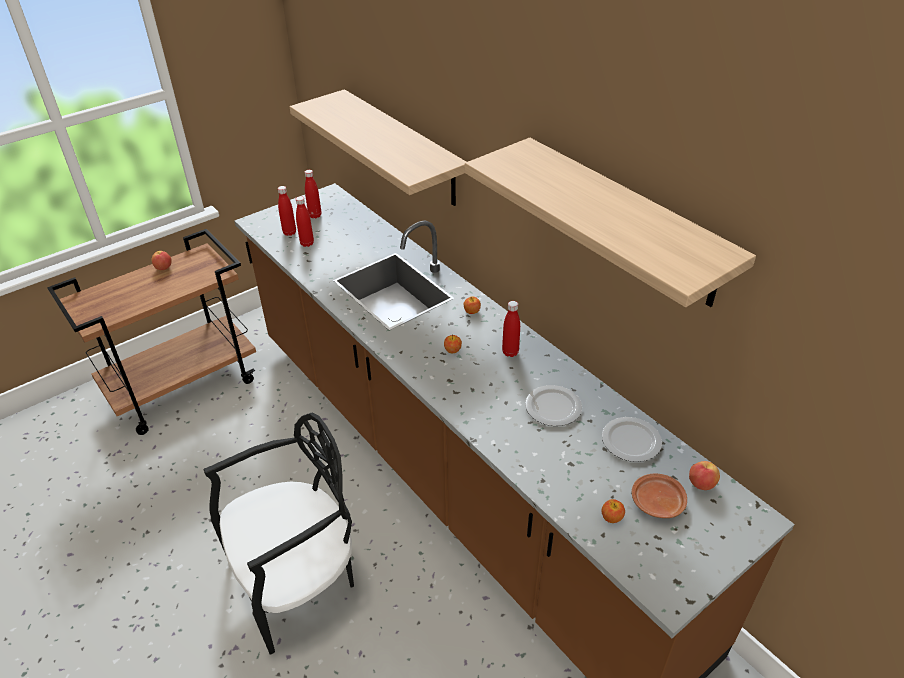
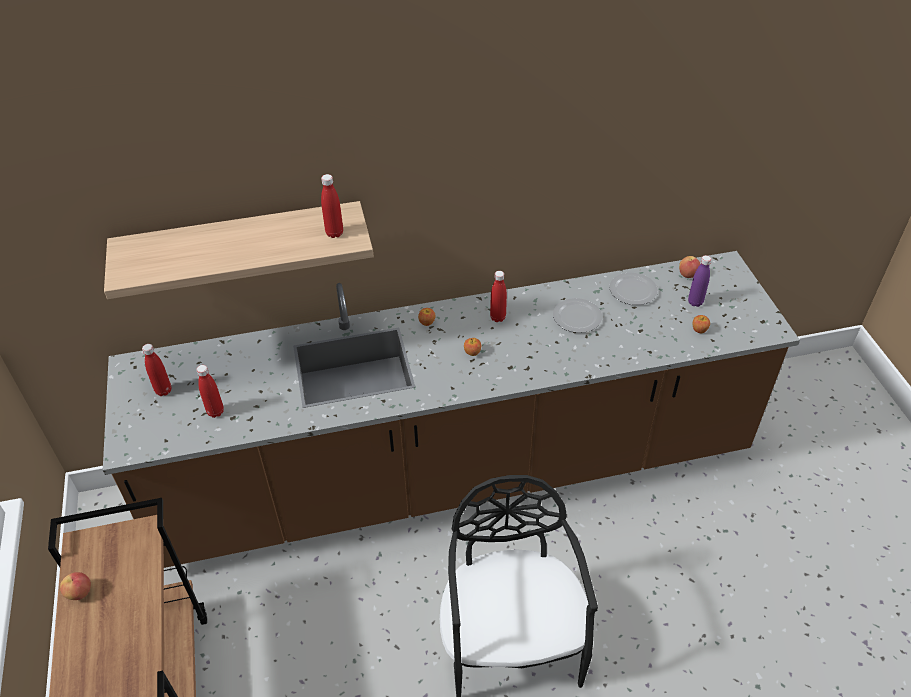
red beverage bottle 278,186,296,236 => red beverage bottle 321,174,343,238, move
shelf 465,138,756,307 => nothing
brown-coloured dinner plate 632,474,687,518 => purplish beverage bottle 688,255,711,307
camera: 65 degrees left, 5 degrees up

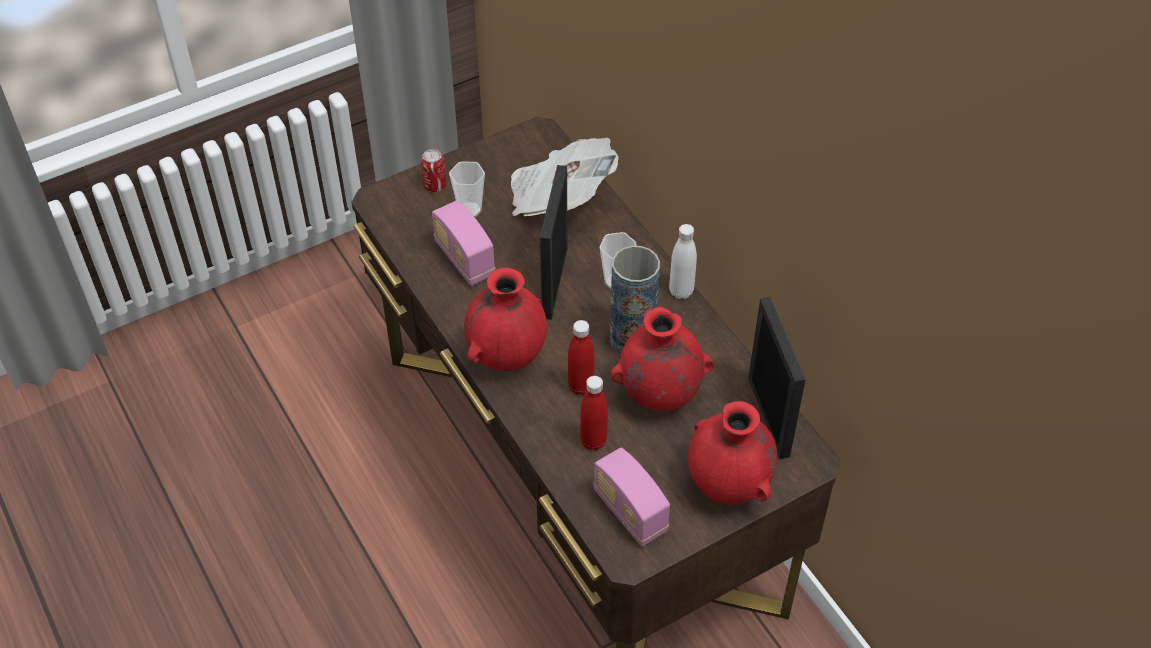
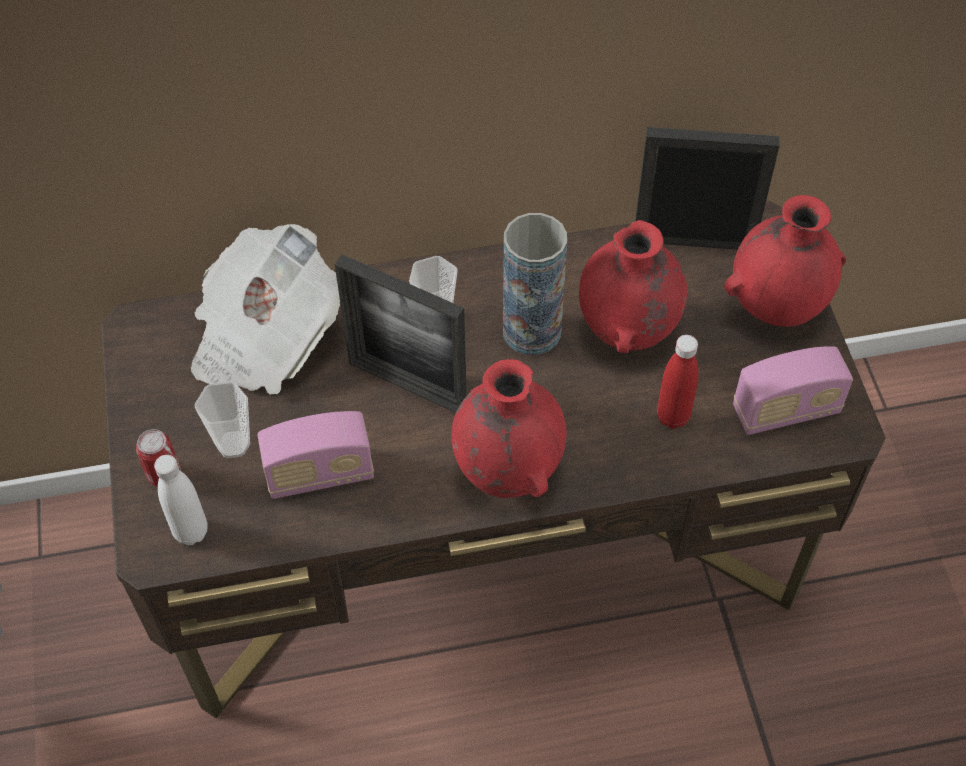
red beverage bottle 568,320,594,395 => nothing
white beverage bottle 669,224,697,299 => white beverage bottle 154,455,208,545, move
camera: 70 degrees left, 5 degrees up

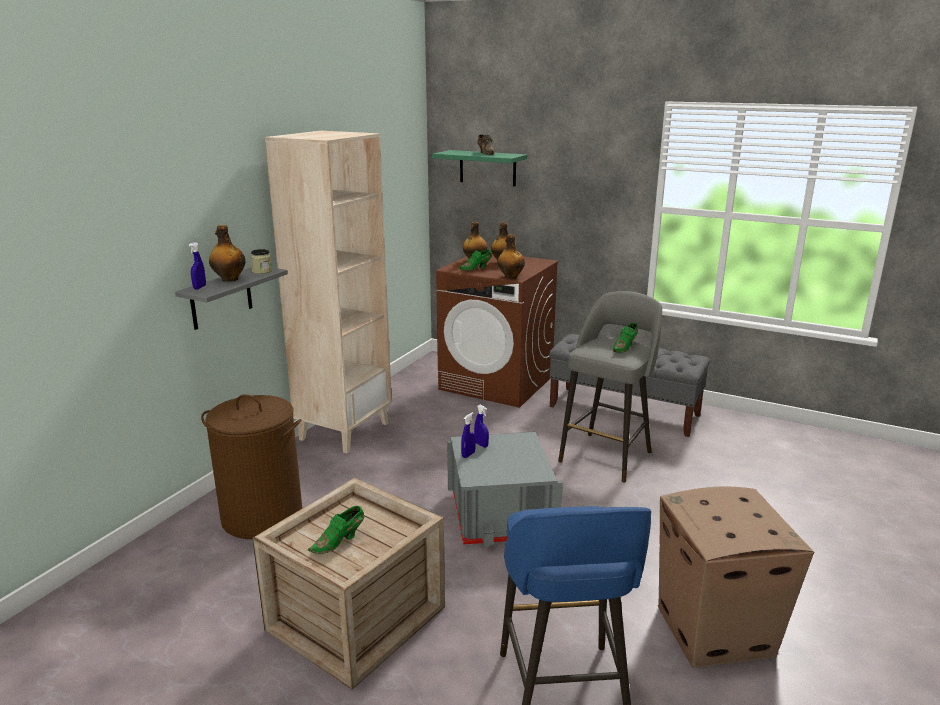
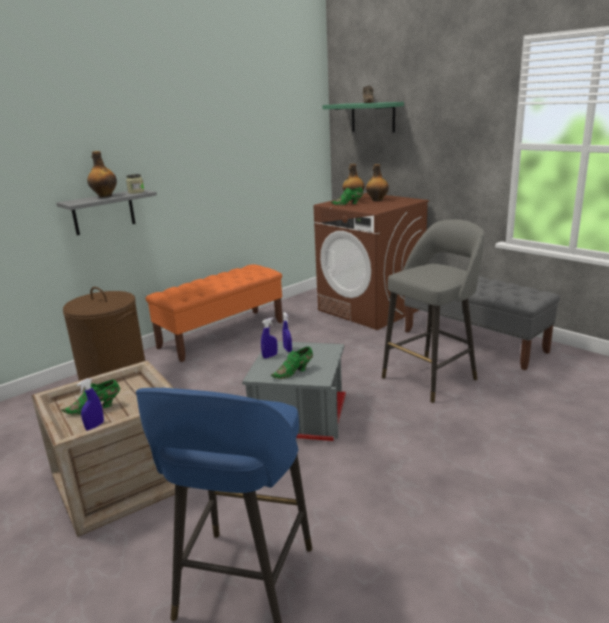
blue-coloured sprayer 189,242,206,290 => blue-coloured sprayer 77,378,104,431, move
sand-coloured bookcase 265,131,392,453 => orange-coloured bench 146,264,283,362
beverage bottle 497,234,525,279 => nothing
greenish shoe 613,323,638,353 => greenish shoe 271,347,313,379, move
carton 658,487,814,668 => nothing
camera: 20 degrees right, 0 degrees up

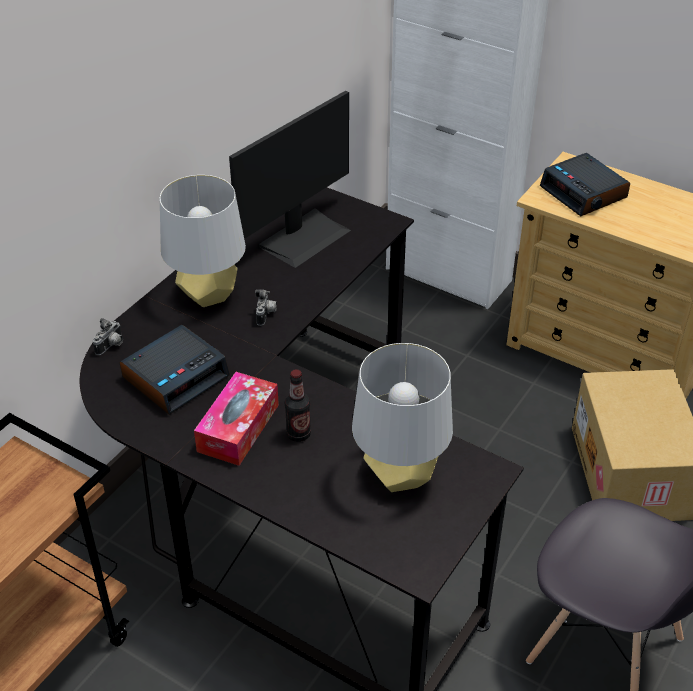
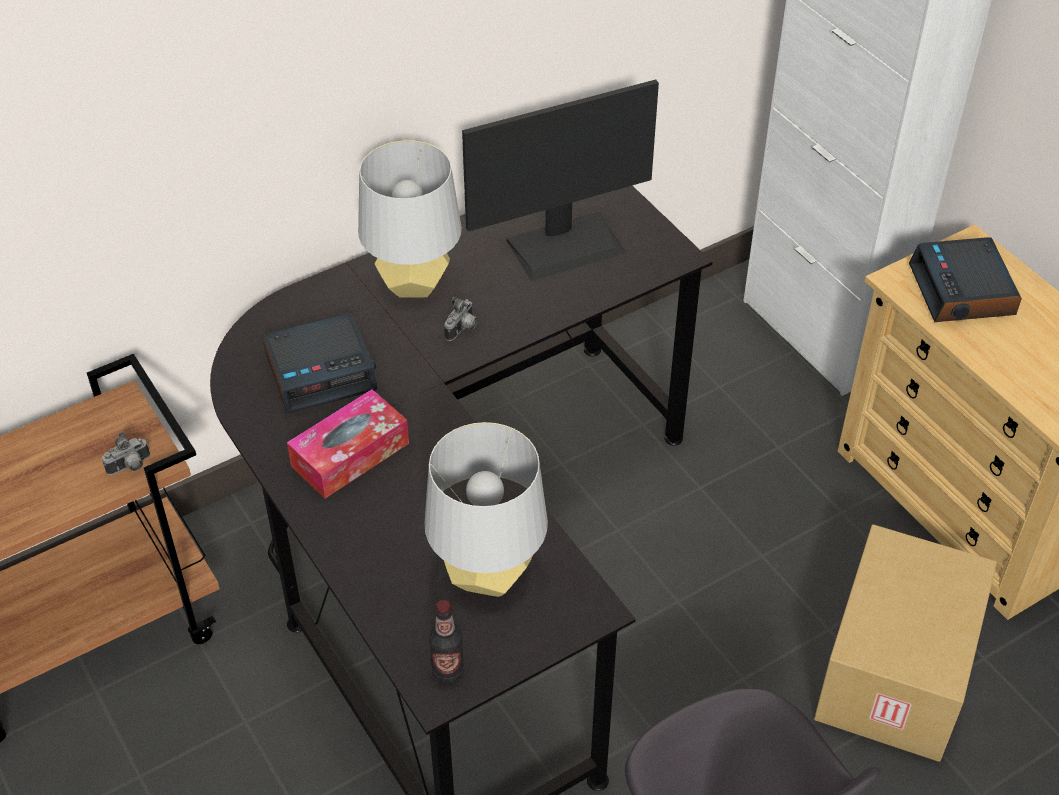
still camera 93,318,123,355 => still camera 102,432,150,475, move
beverage bottle 285,369,311,442 => beverage bottle 429,600,464,683, move
camera: 25 degrees right, 5 degrees up

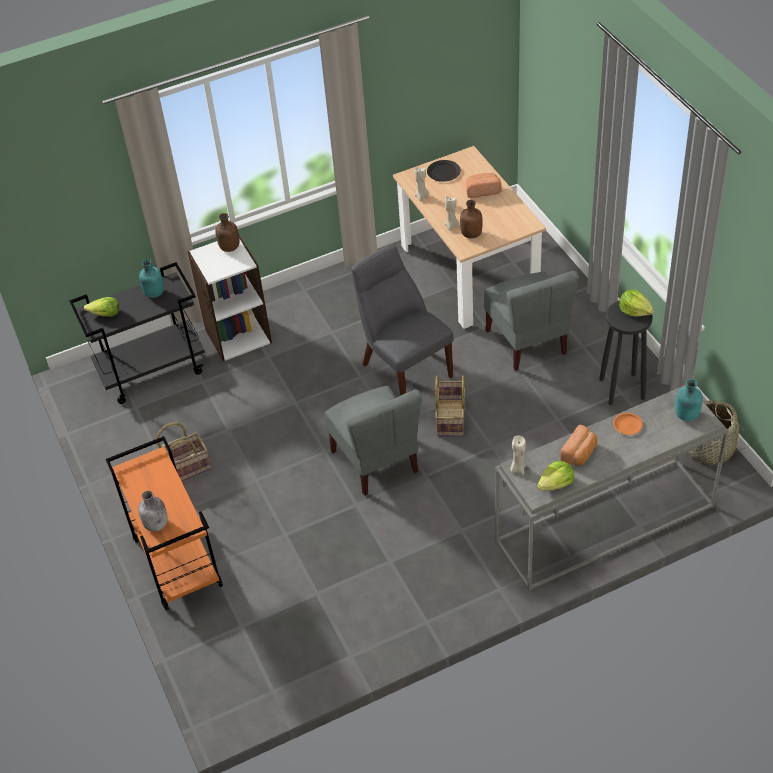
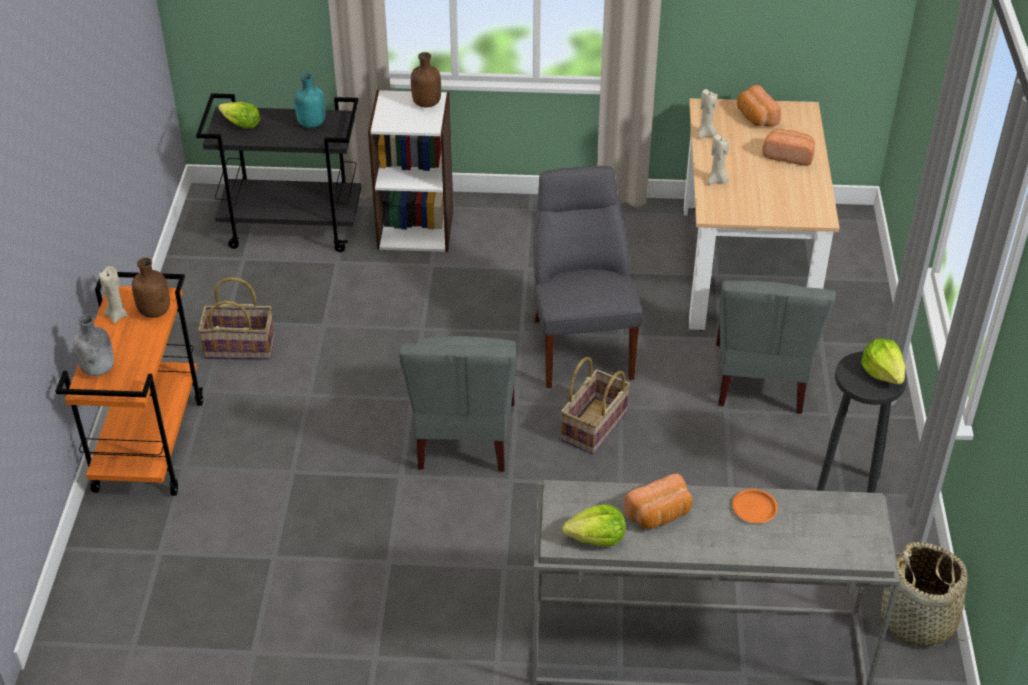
black dinner plate 427,160,461,182 => baked bread 737,85,781,127
brown-coloured beverage bottle 460,200,483,239 => brown-coloured beverage bottle 132,258,170,318, move
sand-coloured candle 510,435,526,475 => sand-coloured candle 99,266,128,324, move
turquoise beverage bottle 675,379,703,421 => nothing
camera: 25 degrees right, 5 degrees down

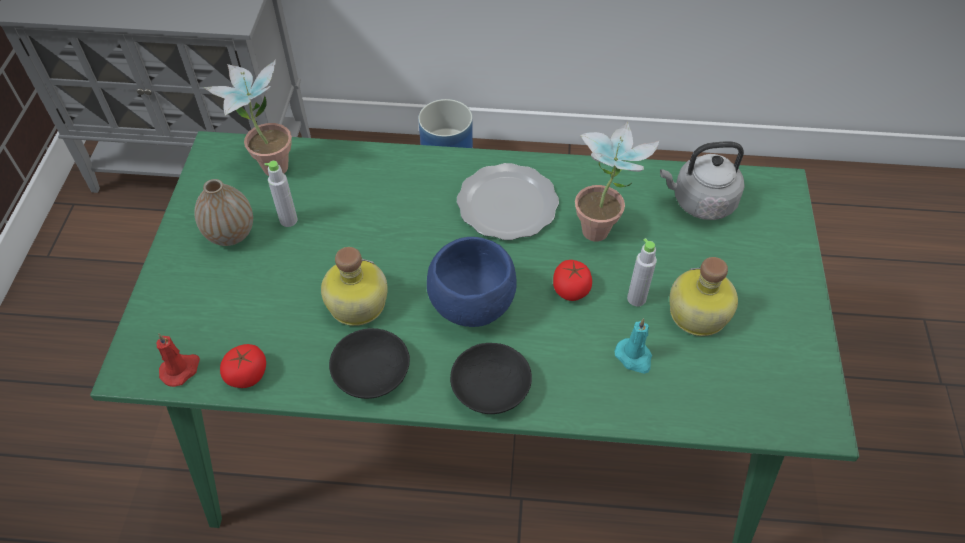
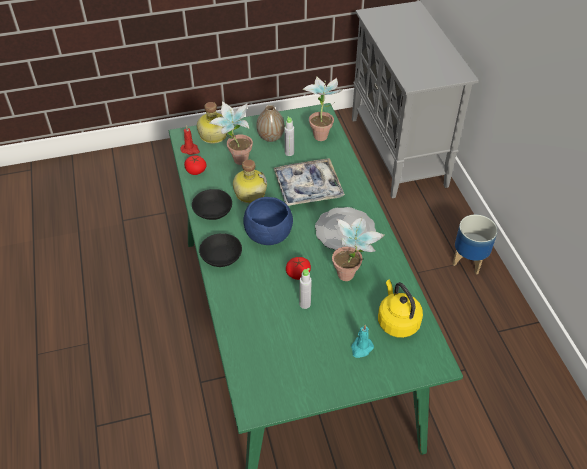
turquoise candle 614,318,652,374 => turquoise candle 351,324,374,358, move
gray kettle 660,141,744,220 => yellow kettle 378,280,423,338
beverage bottle 670,257,738,336 => beverage bottle 197,102,227,144, move
nothing => houseplant 210,102,253,165
nothing => tray 274,158,345,206
camera: 70 degrees right, 5 degrees down

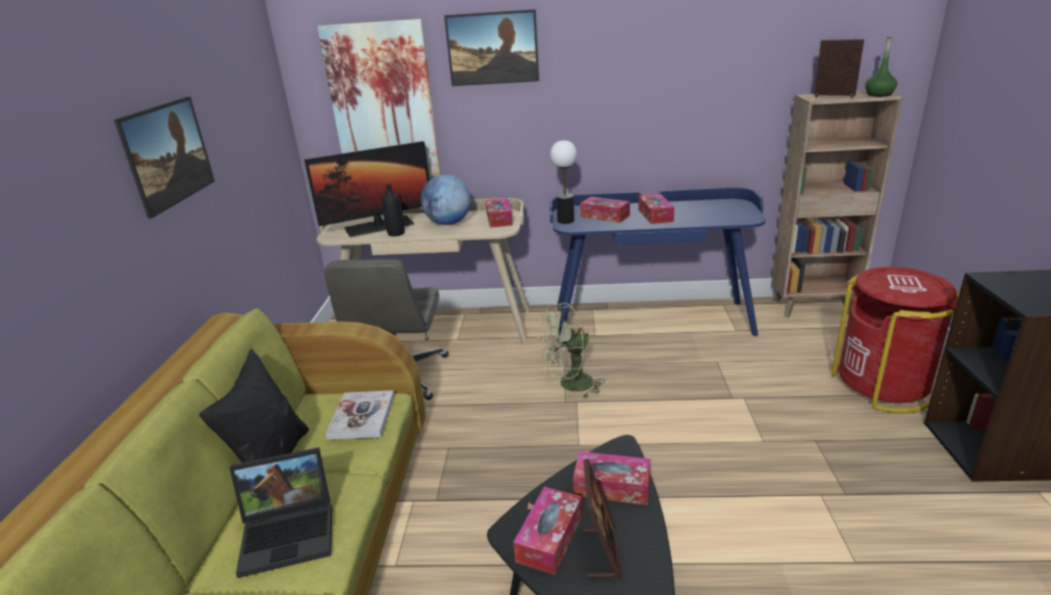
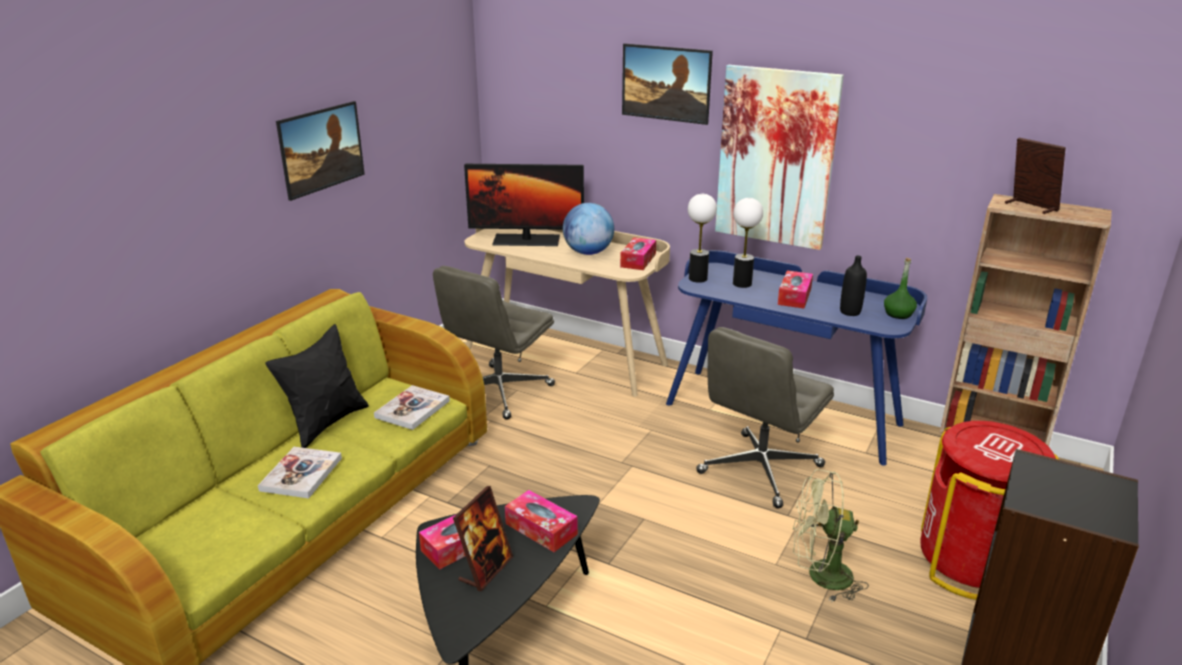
laptop 230,447,332,578 => volume 258,447,342,499
picture 317,19,441,177 => picture 715,65,844,250, move
black beverage bottle 382,184,405,236 => black beverage bottle 840,255,867,316, move
greenish cooling fan 538,303,605,398 => greenish cooling fan 793,469,869,602, move
tissue holder 580,197,630,223 => tabletop lamp 733,198,763,288
greenish beverage bottle 865,37,898,97 => greenish beverage bottle 884,258,917,319, move
nothing => gray desk chair 696,327,834,509
camera: 25 degrees right, 0 degrees up

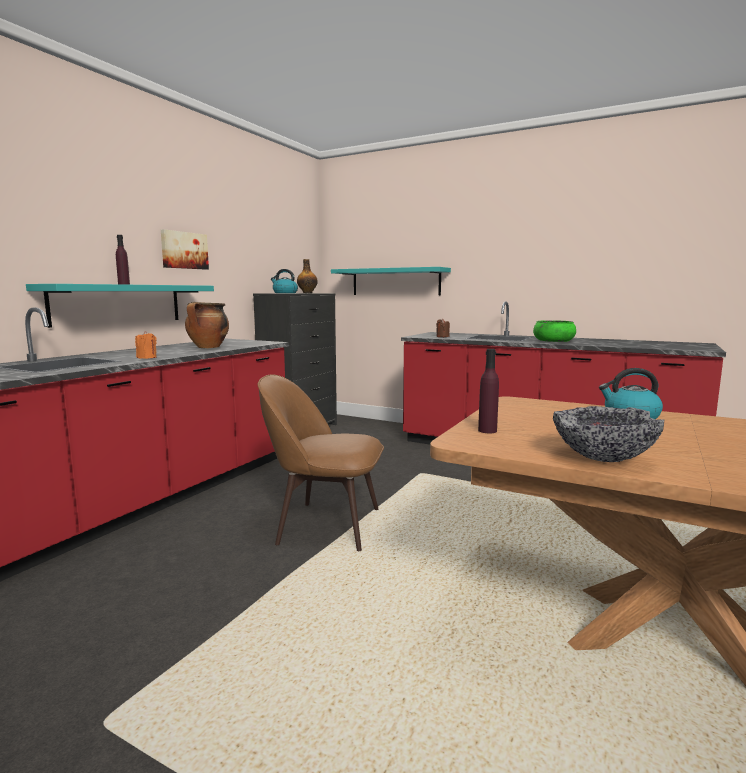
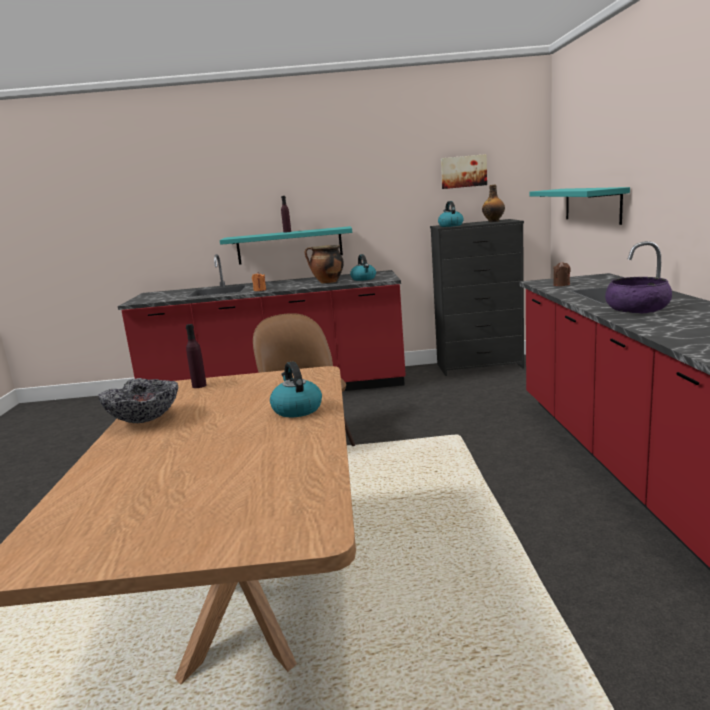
picture 161,229,209,270 => picture 441,154,487,189, move
greenish bowl 533,320,576,342 => purplish bowl 605,277,672,313
nothing => kettle 350,254,376,281
camera: 60 degrees right, 5 degrees up

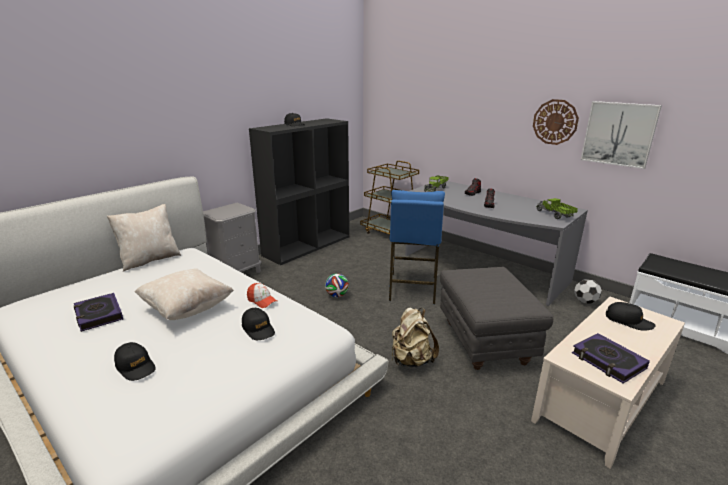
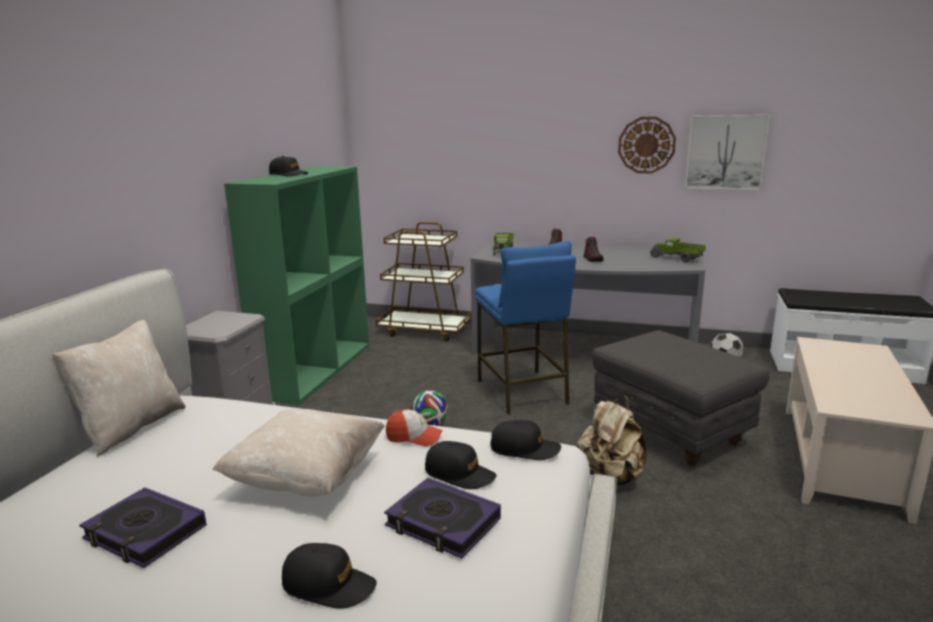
black bookcase 249,118,349,265 => greenish bookcase 224,166,369,405
volume 572,333,650,384 => volume 384,478,501,558, move
black peaked cap 606,302,655,331 => black peaked cap 491,420,561,460, move
camera: 25 degrees left, 5 degrees down

